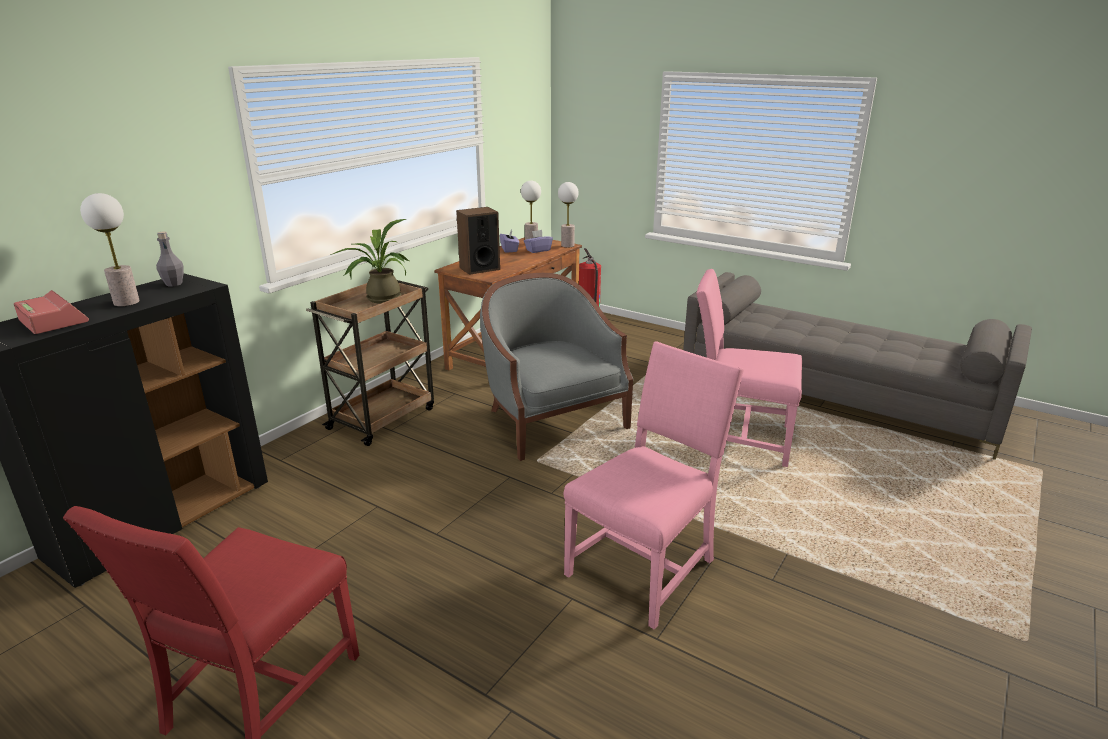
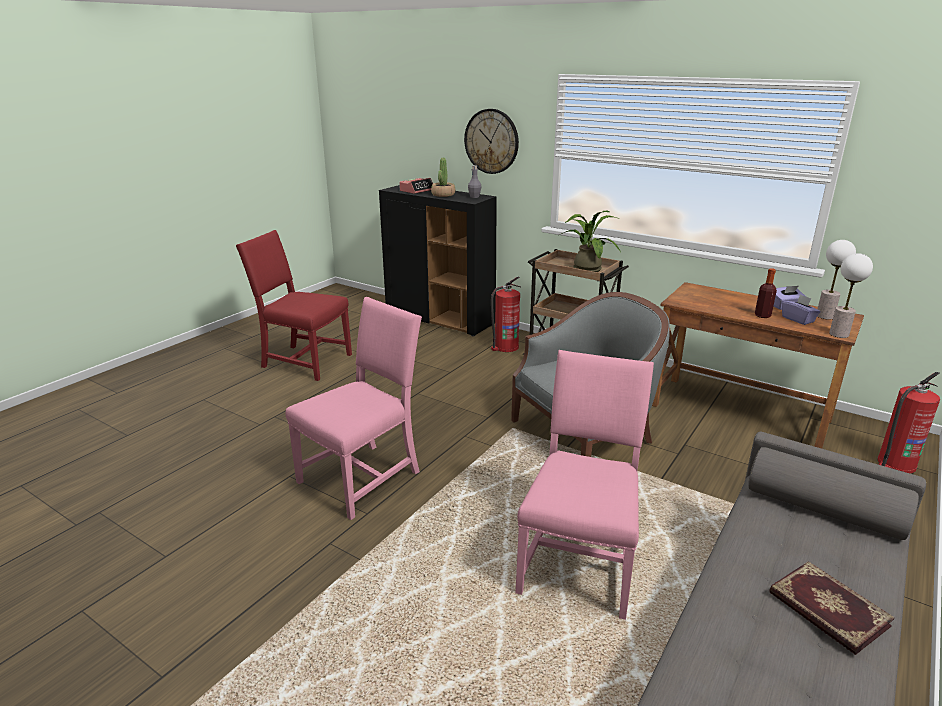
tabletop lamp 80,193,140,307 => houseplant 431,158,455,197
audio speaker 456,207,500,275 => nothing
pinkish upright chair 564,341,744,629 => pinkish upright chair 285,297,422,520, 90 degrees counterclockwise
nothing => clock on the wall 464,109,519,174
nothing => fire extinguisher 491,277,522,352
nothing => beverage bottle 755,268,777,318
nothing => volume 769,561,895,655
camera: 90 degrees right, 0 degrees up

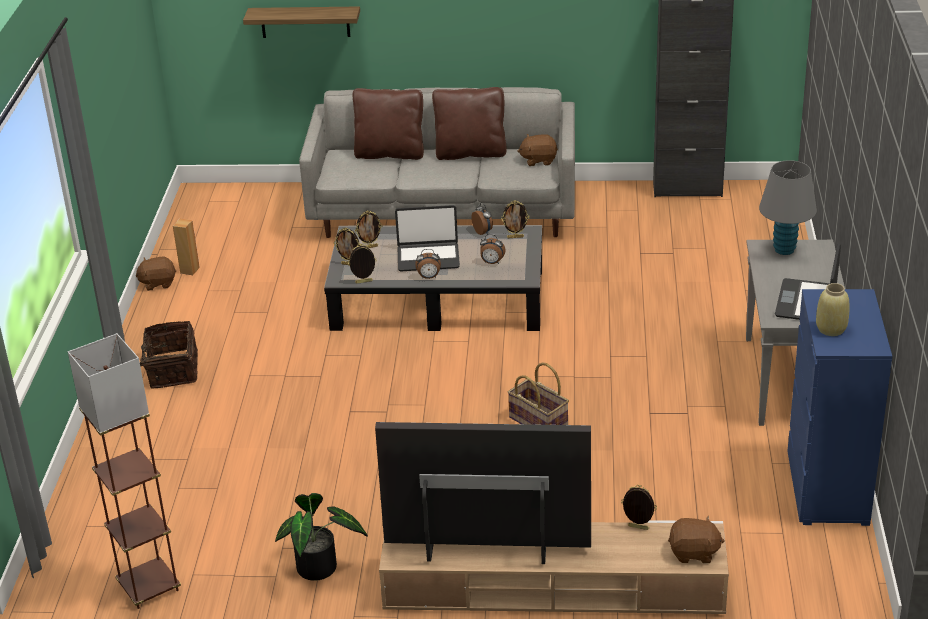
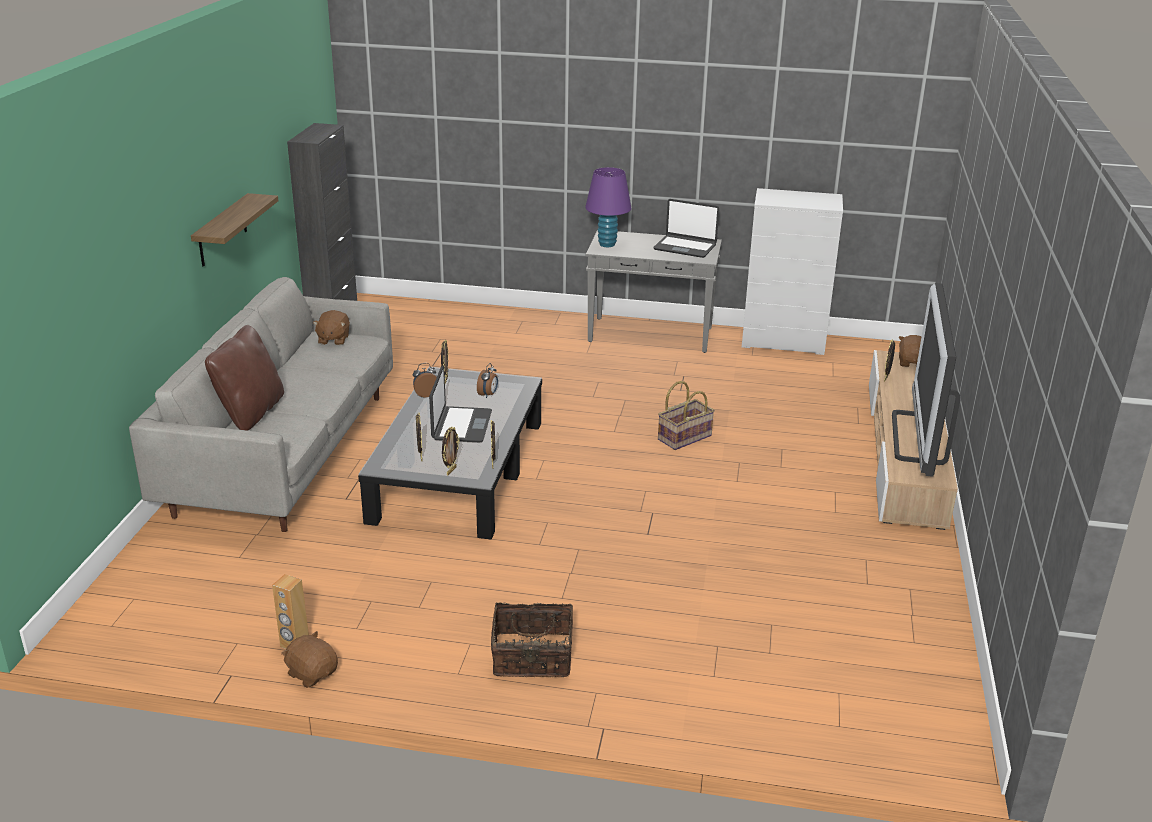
brown-coloured standard lamp 68,333,181,609 => nothing
brown-coloured soft toy 136,256,176,291 => brown-coloured soft toy 281,631,338,688, 135 degrees clockwise
shelf 243,6,360,38 => shelf 191,193,279,266, move
houseplant 275,493,368,581 => nothing
alarm clock 415,249,441,279 => nothing
brown-coloured throw pillow 432,87,507,160 => nothing
gray tabletop lamp 759,160,817,255 => purplish tabletop lamp 585,167,631,247
blue-coloured chest of drawers 787,289,892,526 => white chest of drawers 742,188,843,355
sand-coloured decorative vase 816,283,850,336 => nothing
camera: 85 degrees left, 5 degrees down

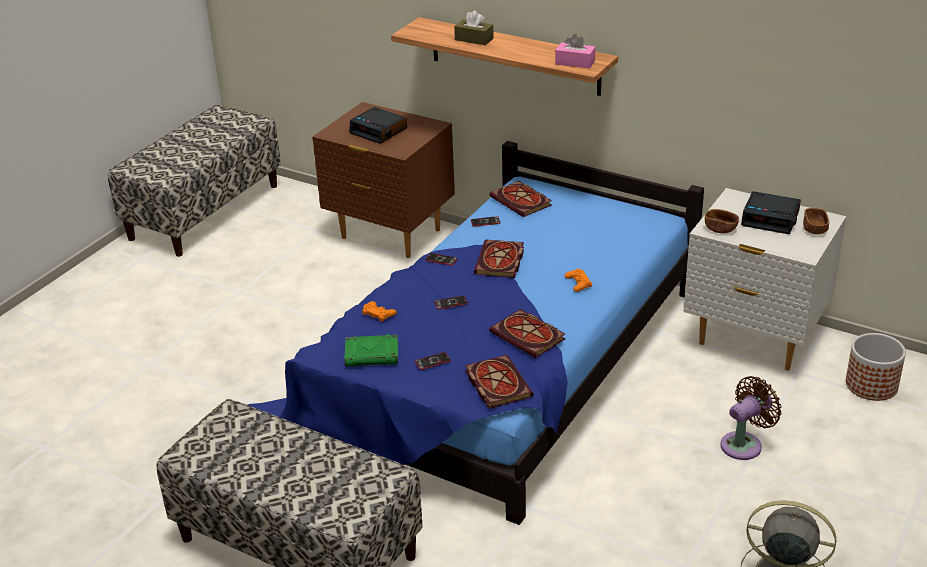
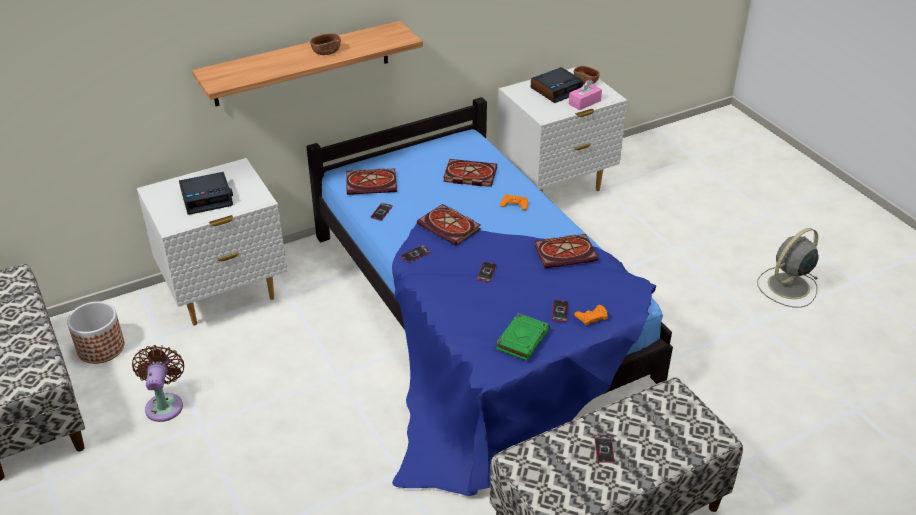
brown-coloured nightstand 312,102,455,258 => white nightstand 137,158,287,325
orange-coloured game controller 362,301,397,322 => orange-coloured game controller 574,305,608,326, move
brown-coloured tissue holder 454,11,494,45 => nothing
volume 465,355,533,409 => volume 443,159,497,187, move
pinkish tissue holder 555,34,596,69 => pinkish tissue holder 569,80,602,110, move
brown-coloured bowl 705,209,739,234 => brown-coloured bowl 310,33,341,55, move
brown-coloured cooling fan 720,376,782,460 => brown-coloured cooling fan 132,345,184,422, move
planter 846,333,906,401 => planter 67,301,125,364, move
nothing => phone 594,435,614,463
camera: 60 degrees left, 5 degrees up

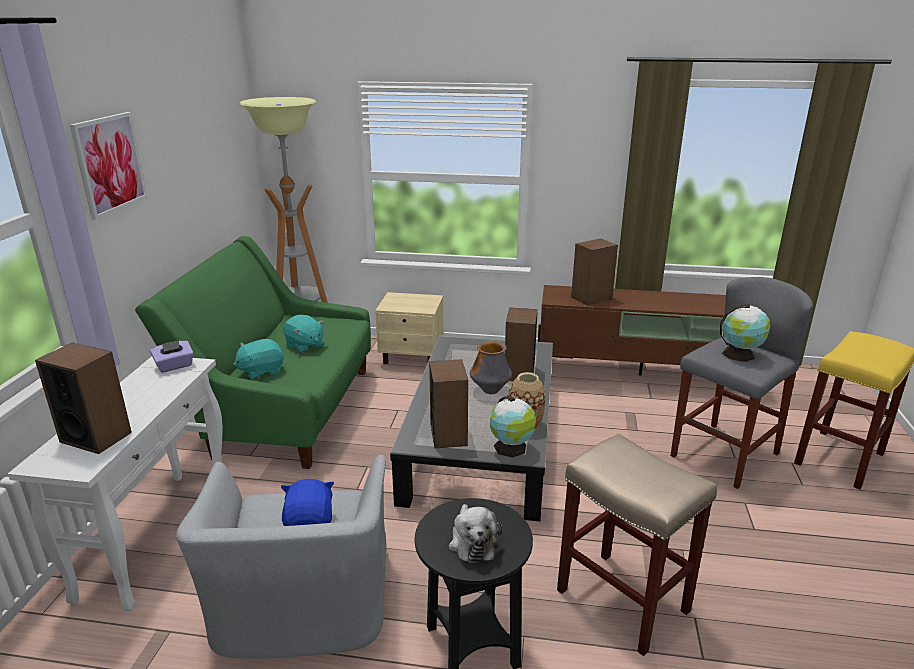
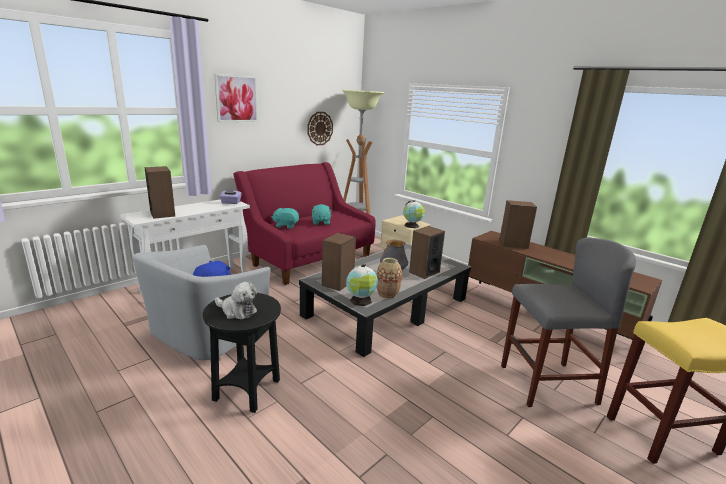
greenish couch 135,236,371,469 => red couch 233,162,376,285
soft toy 449,504,502,563 => soft toy 215,282,257,319, 90 degrees counterclockwise
sand-coloured stool 557,434,717,656 => nothing
globe 720,304,770,362 => globe 403,200,425,228, move
nothing => clock on the wall 307,112,333,145
camera: 35 degrees right, 5 degrees down

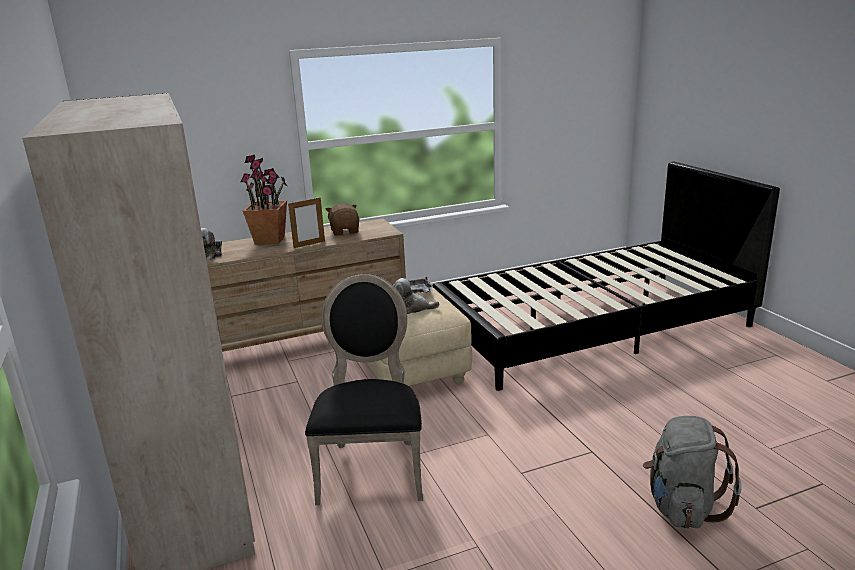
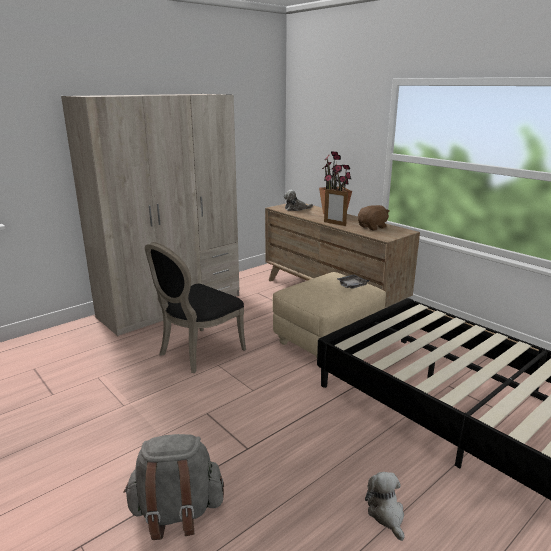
black upright chair 305,274,423,505 => black upright chair 145,242,246,373, 150 degrees clockwise
soft toy 393,278,439,314 => soft toy 365,472,404,541, move
camera: 70 degrees right, 0 degrees up

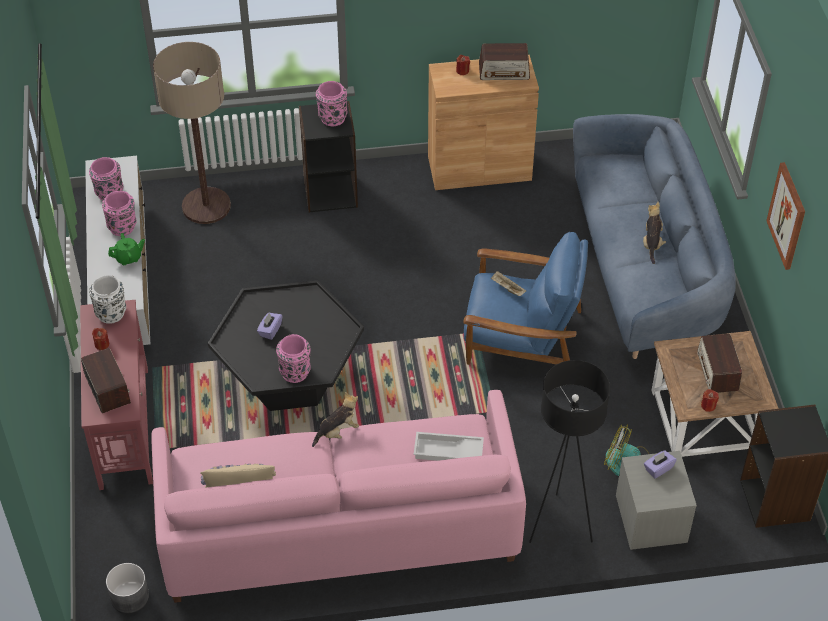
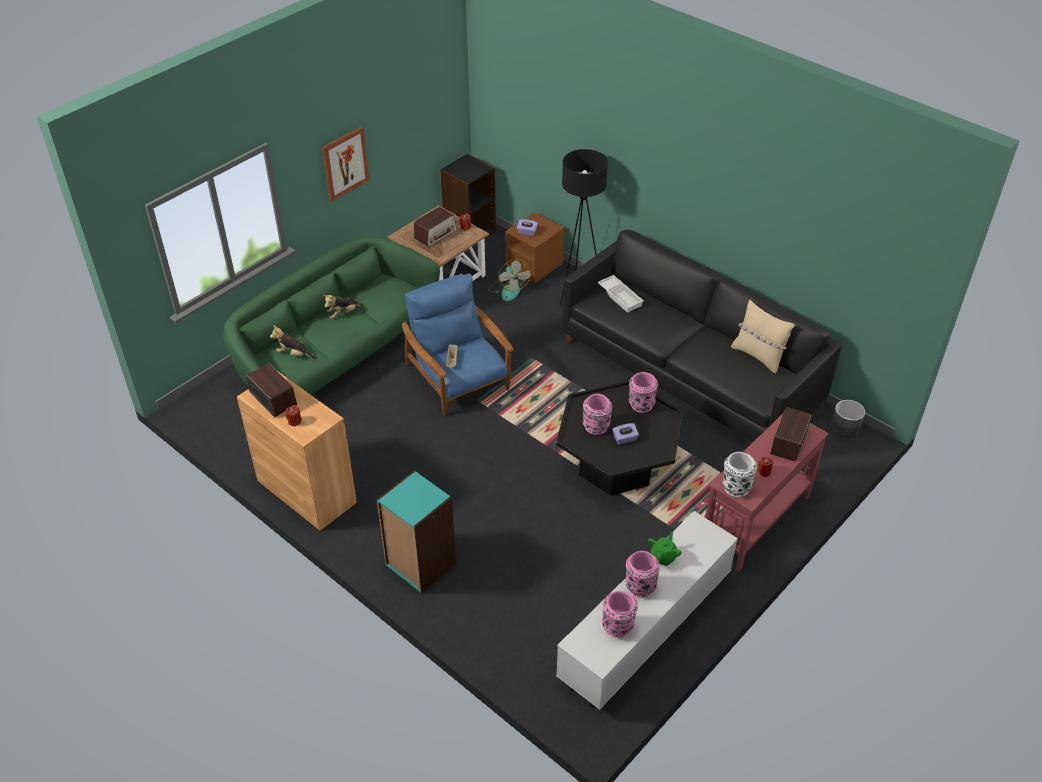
greenish tea pot 108,233,145,265 => greenish tea pot 648,532,682,566, 90 degrees clockwise
pinkish couch 151,390,526,603 => black couch 563,230,842,442
standard lamp 153,42,231,224 => nothing
black bookcase 299,101,358,213 => turquoise bookcase 377,470,456,593
soft toy 312,392,359,447 => soft toy 270,325,317,358, move
pinkish decorative vase 316,81,347,126 => pinkish decorative vase 583,394,612,435, move
blue-coloured couch 573,114,736,359 => greenish couch 223,236,440,395
gray nightstand 616,451,697,550 => brown-coloured nightstand 505,212,565,283
camera: 130 degrees left, 5 degrees down

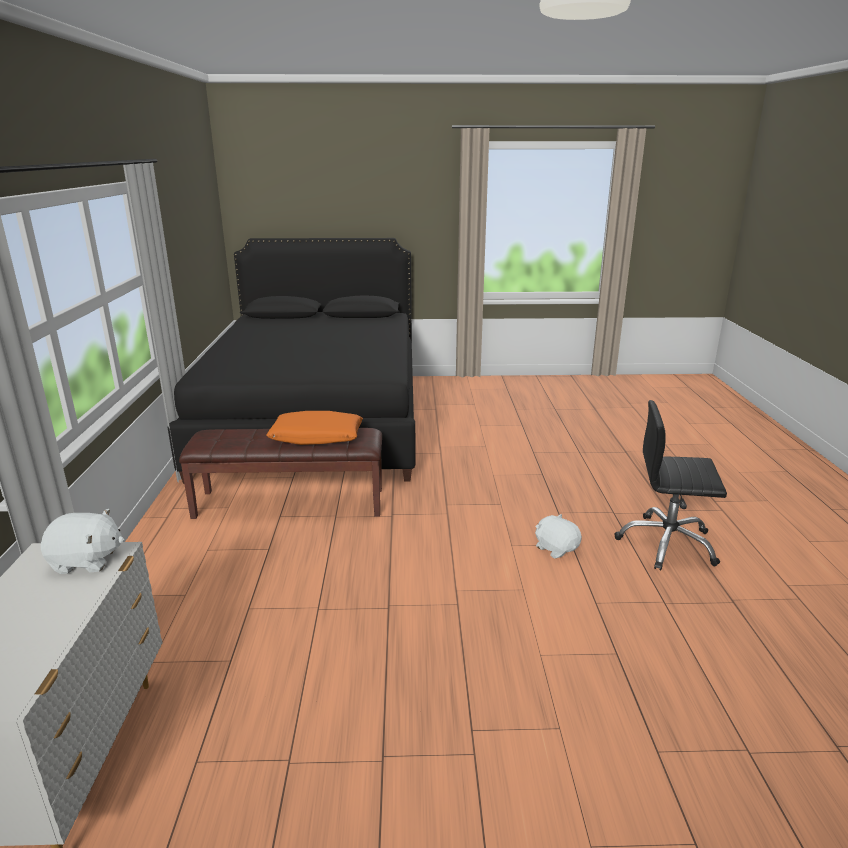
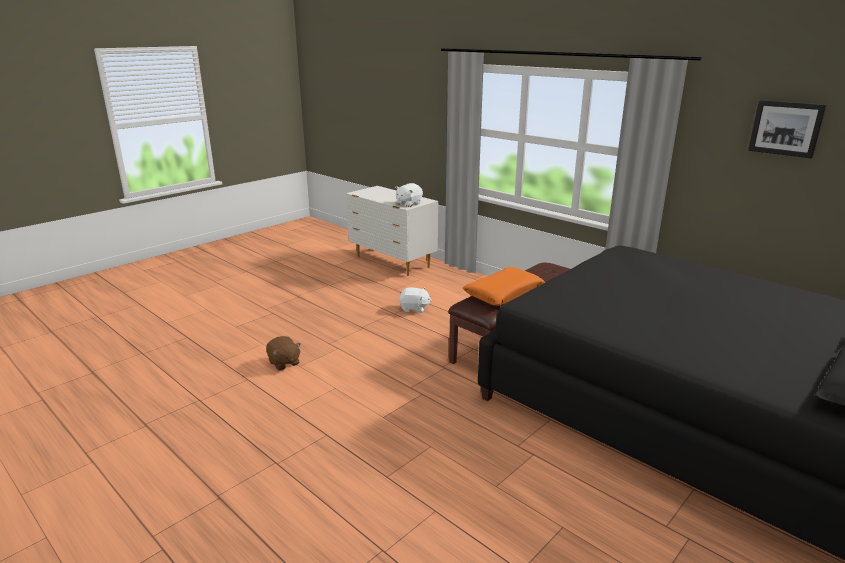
white soft toy 535,514,582,559 => white soft toy 399,287,432,313, move
black desk chair 614,400,727,570 => nothing
nothing => brown-coloured soft toy 266,336,301,371
nothing => picture 748,100,827,158
camera: 135 degrees right, 0 degrees up

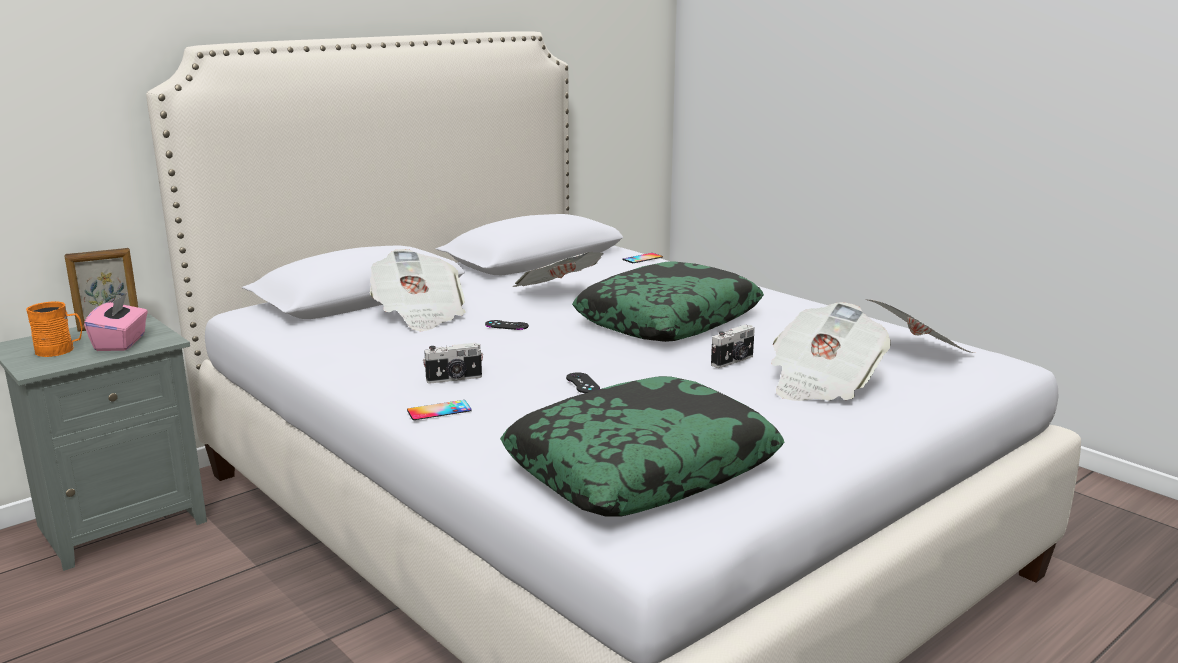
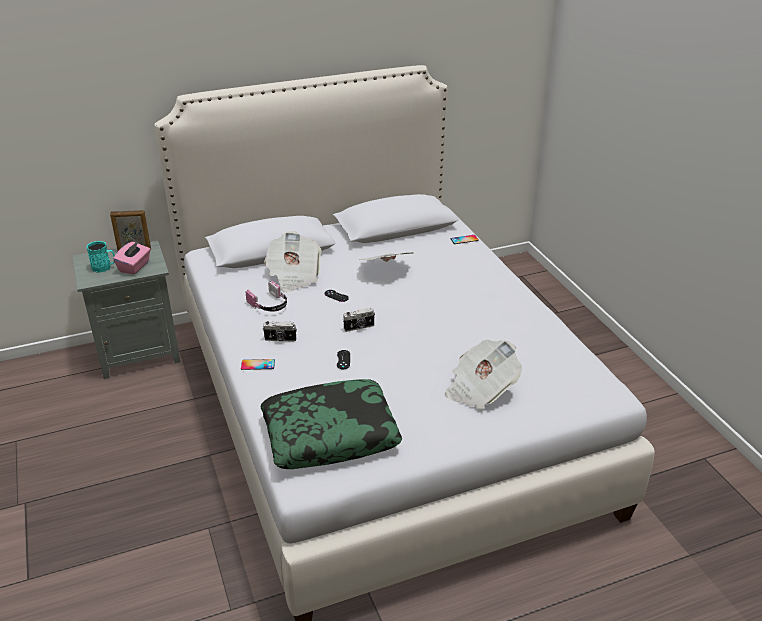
orange-coloured tea mug 26,302,83,357 => turquoise tea mug 87,241,115,272
throw pillow 572,261,764,342 => nothing
still camera 711,324,755,368 => still camera 343,308,375,332, move
printed paper 868,300,975,353 => nothing
nothing => pair of headphones 246,281,287,312
camera: 20 degrees right, 15 degrees up

